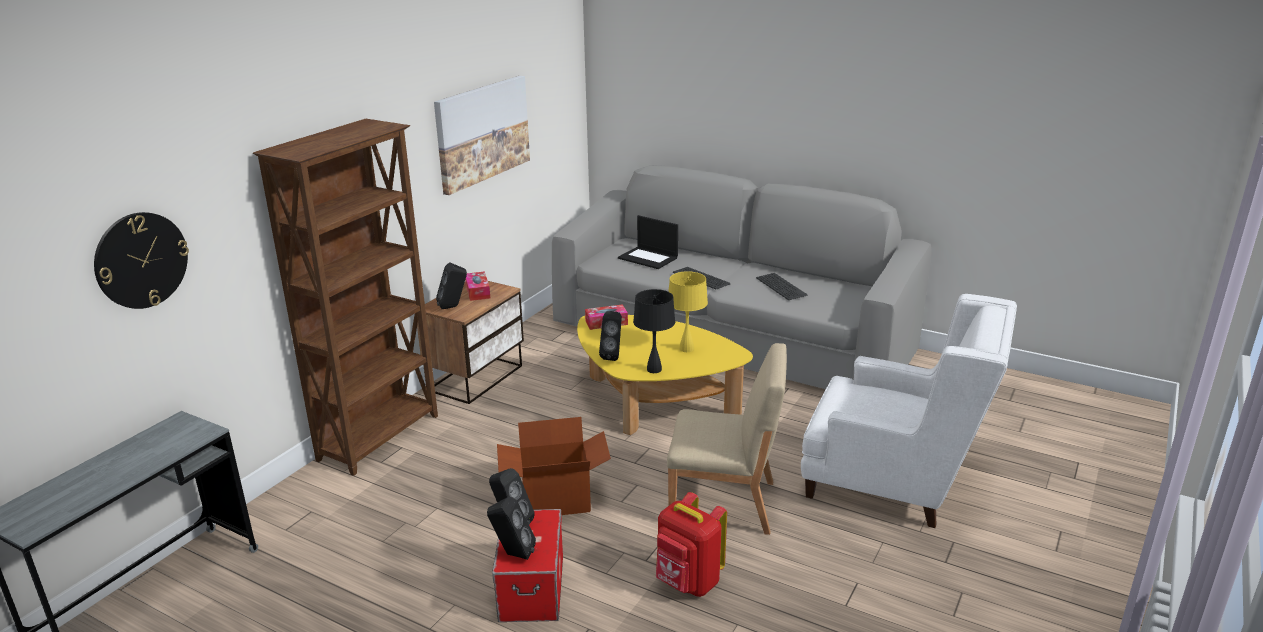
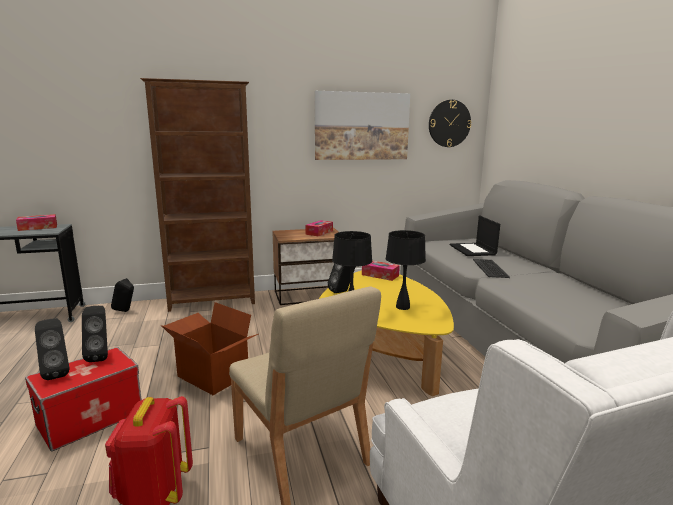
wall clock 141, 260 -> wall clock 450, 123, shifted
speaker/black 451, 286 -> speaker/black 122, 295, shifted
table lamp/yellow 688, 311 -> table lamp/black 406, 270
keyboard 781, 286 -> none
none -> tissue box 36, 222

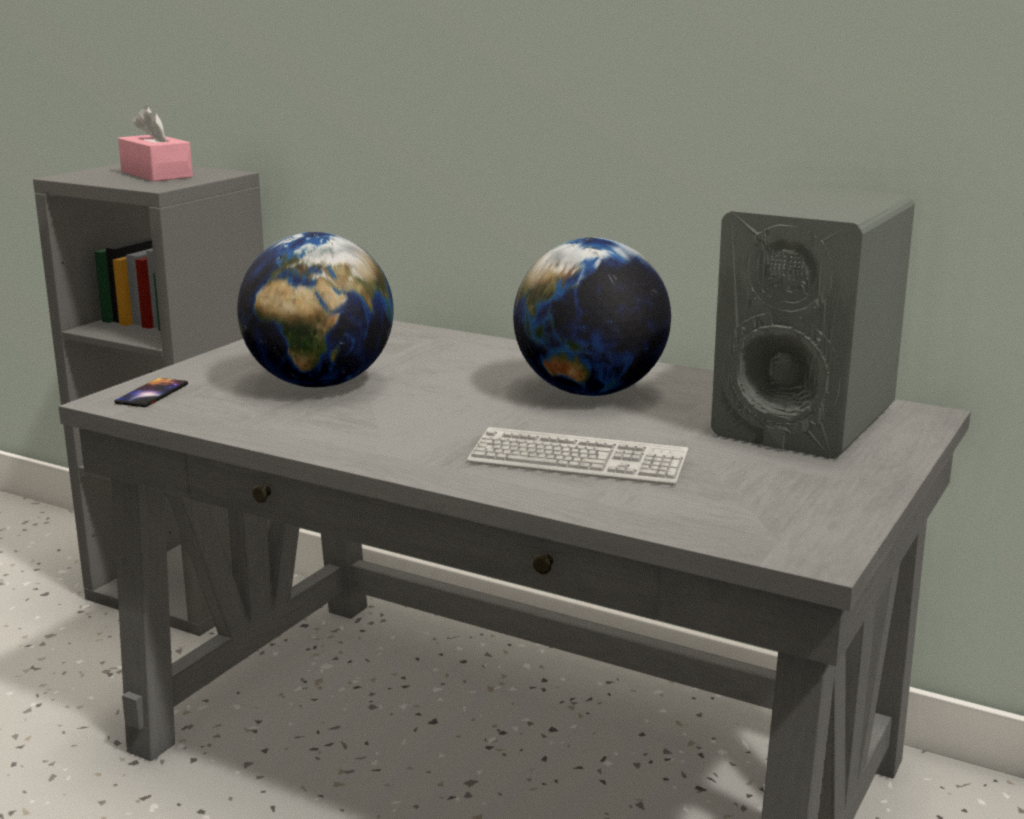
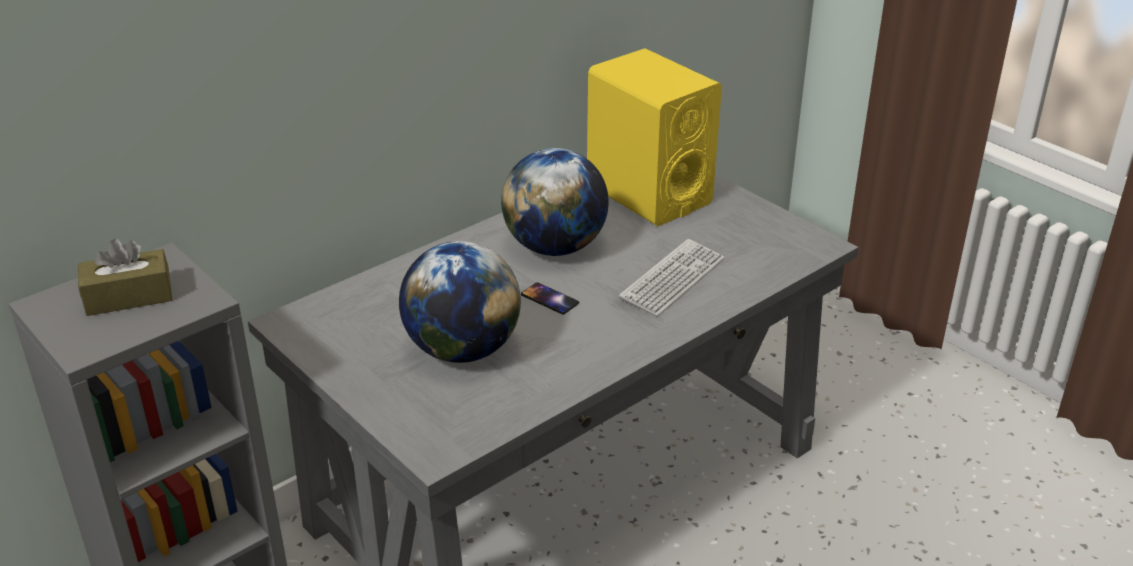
phone 151, 392 -> phone 550, 298, shifted
tissue box/pink 155, 143 -> tissue box/brown 125, 277
speaker/grey 813, 321 -> speaker/yellow 654, 137

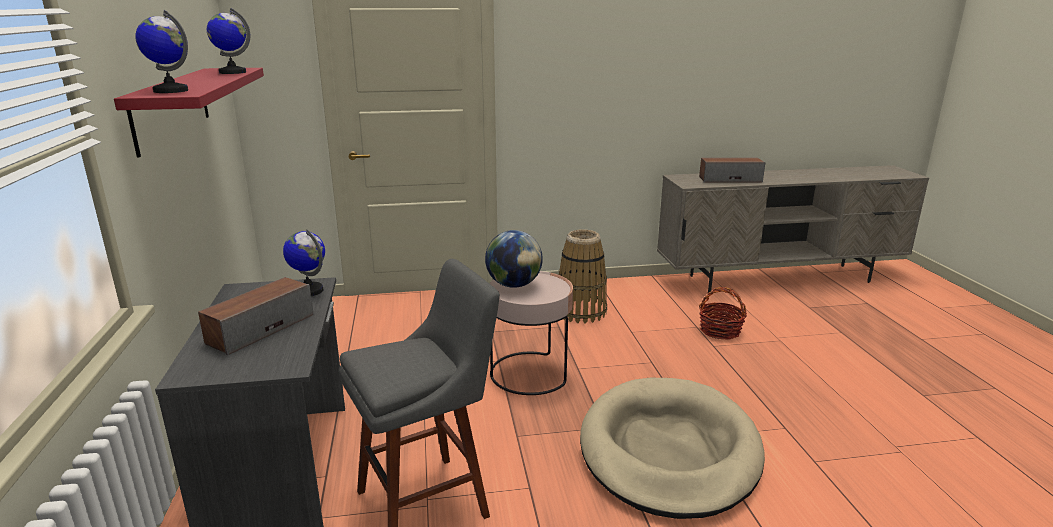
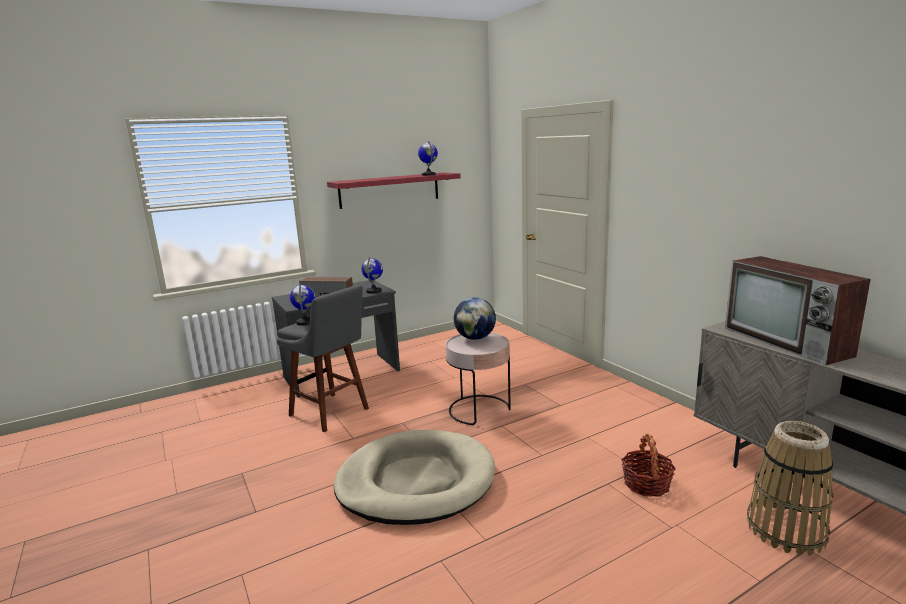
globe 162, 51 -> globe 302, 305, shifted
basket 582, 276 -> basket 790, 488, shifted
speaker 732, 170 -> television 798, 310

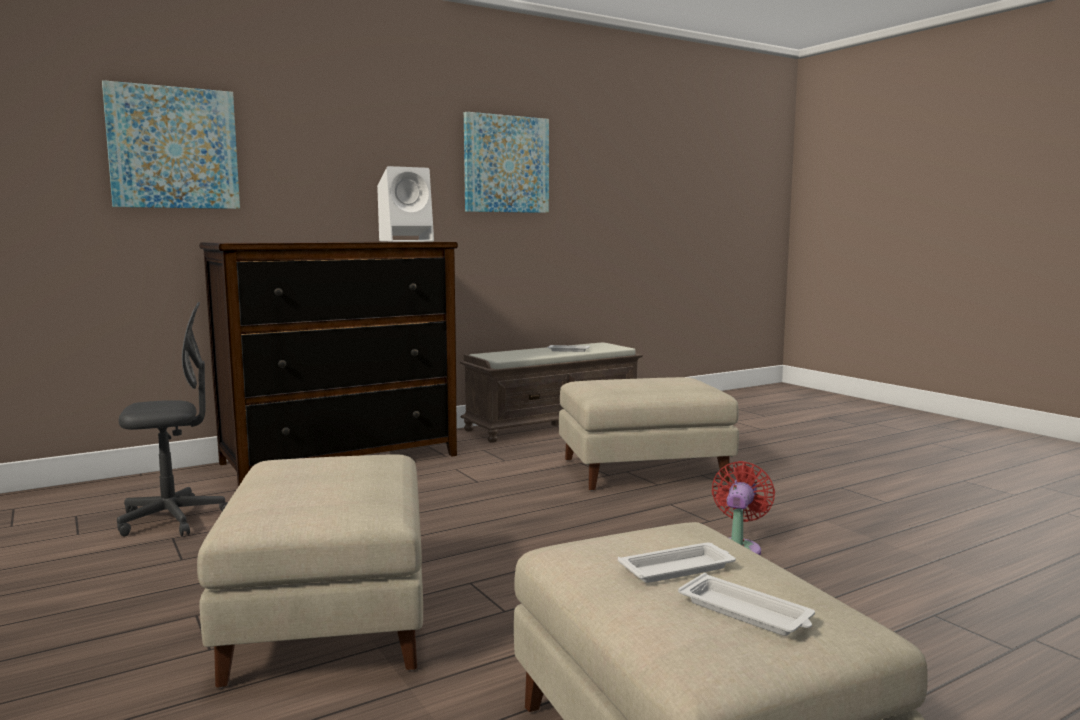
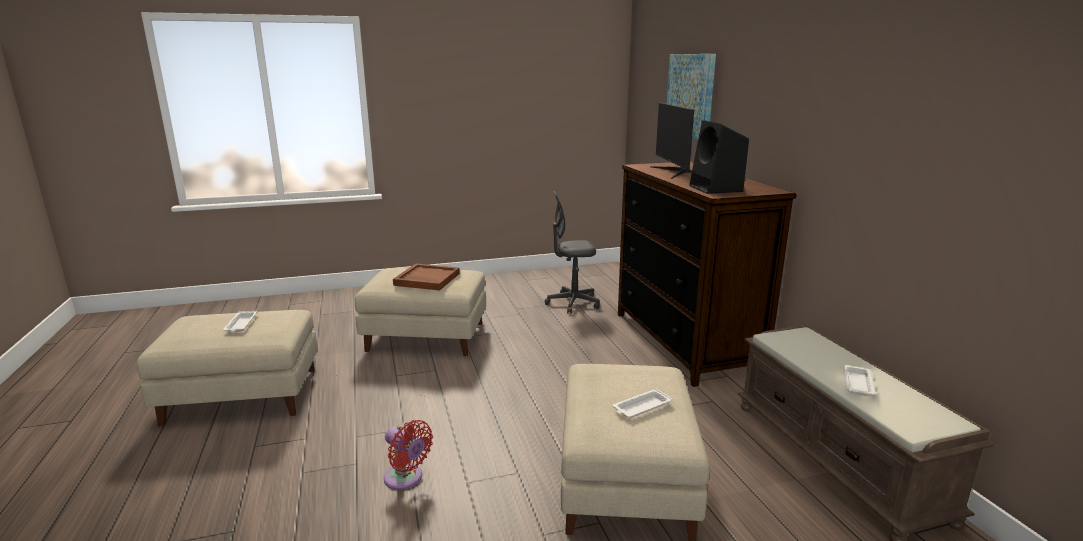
office chair/grey 172, 419 -> office chair/grey 572, 252, 90 degrees clockwise
speaker/white 405, 204 -> speaker/black 719, 157
picture 506, 162 -> none
tray/white 746, 604 -> tray/white 642, 403, shifted
none -> tray/brown 426, 277
none -> monitor 672, 141

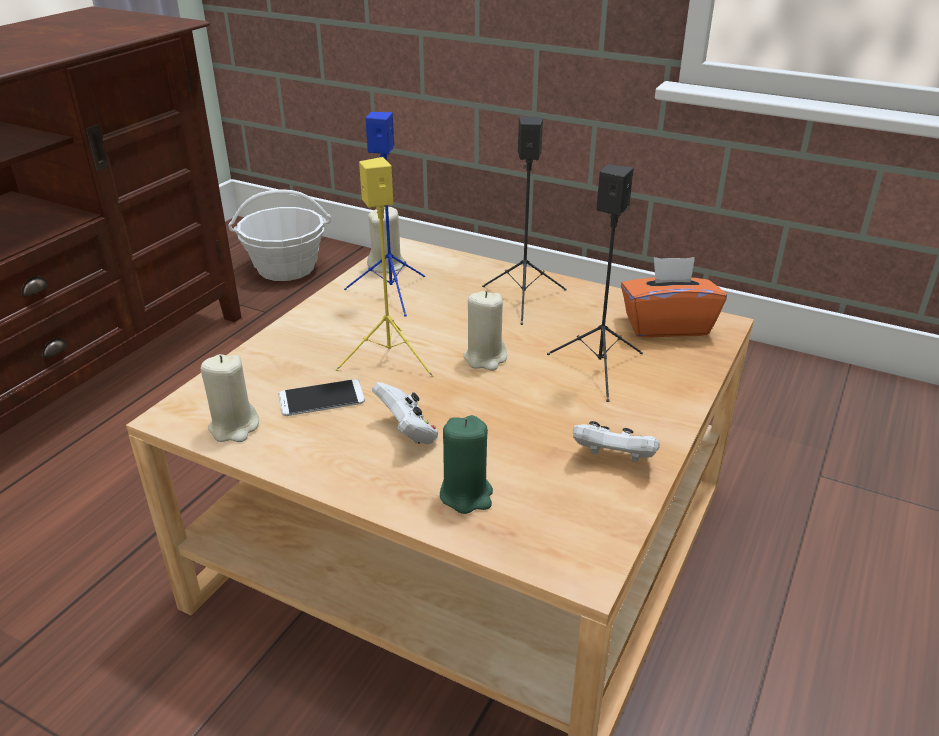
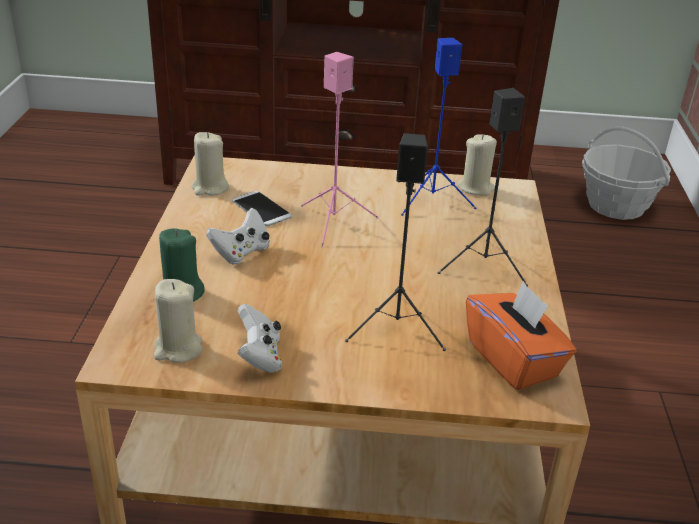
speaker/yellow 384, 267 -> speaker/pink 340, 149
candle/beige 485, 331 -> candle/beige 178, 321, shifted

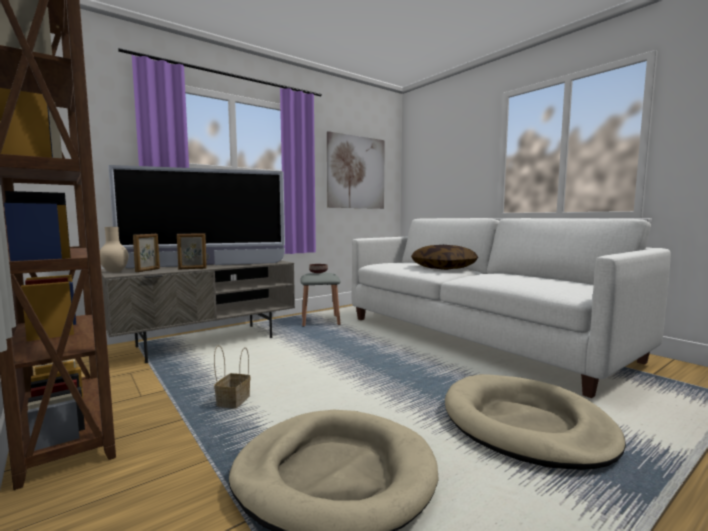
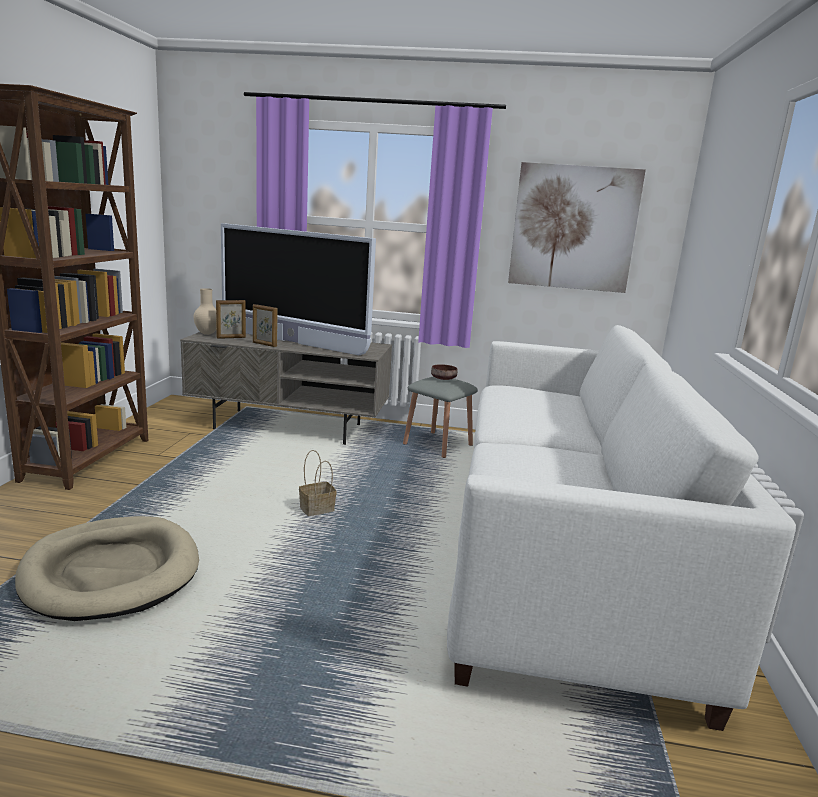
basket 232, 376 -> basket 318, 483, shifted
pillow 444, 257 -> none
dog bed/beige 535, 422 -> none

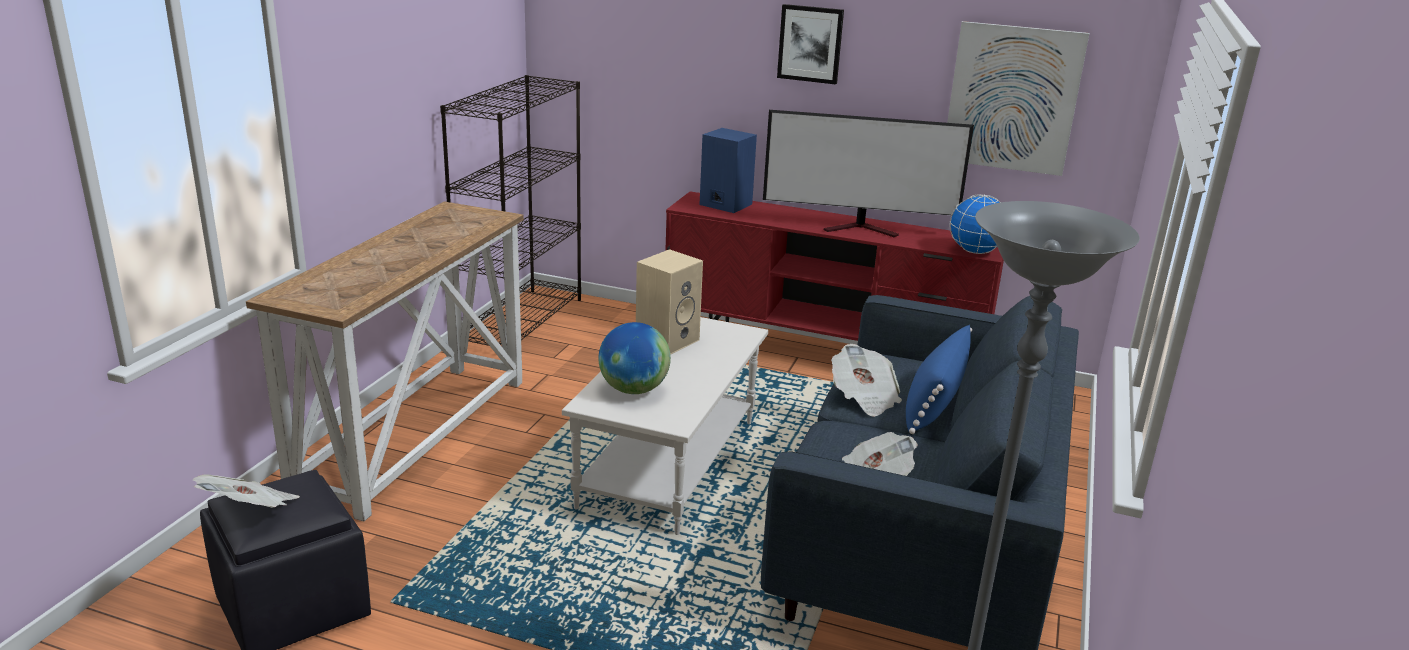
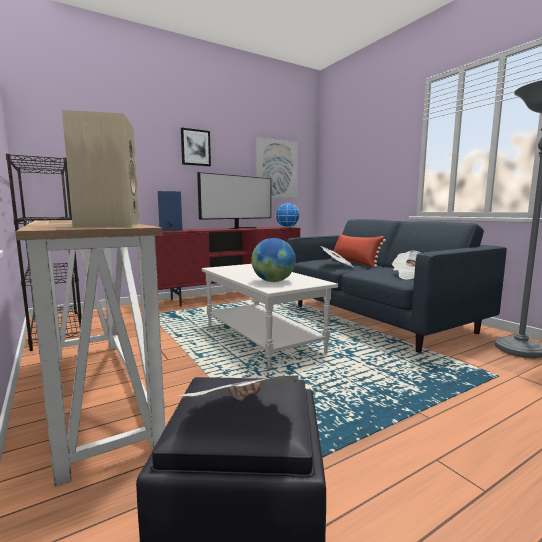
speaker/beige 669, 302 -> speaker/beige 101, 168, shifted
pillow/blue 939, 379 -> pillow/red 359, 250

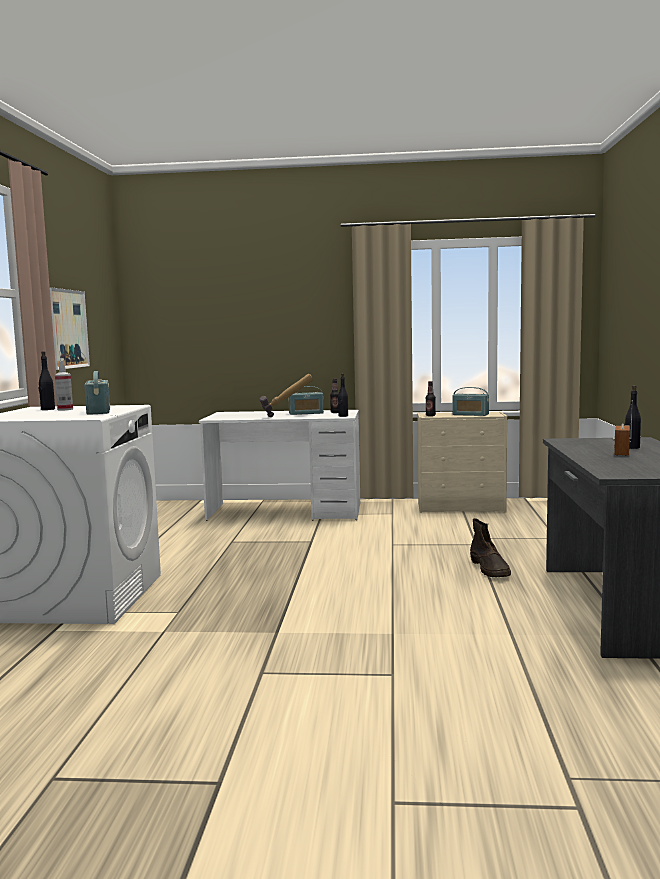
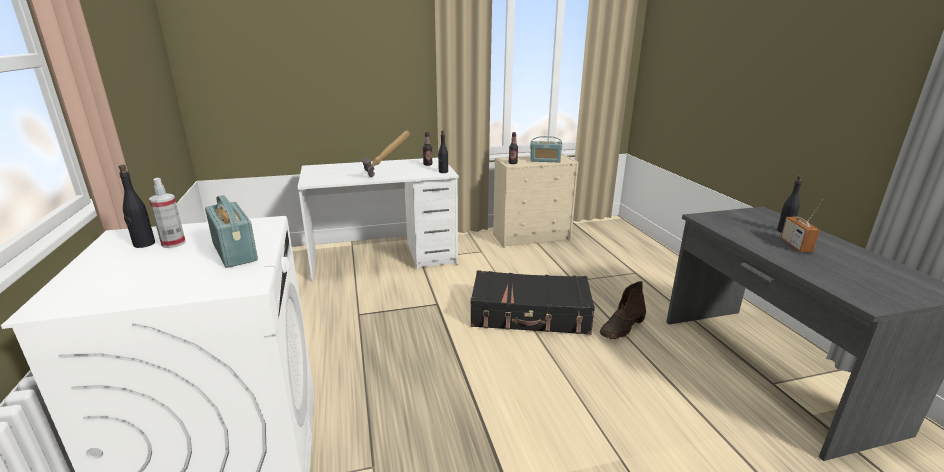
picture 70, 328 -> none
radio 306, 400 -> none
boot/brown 490, 547 -> boot/brown 623, 310, 75 degrees clockwise
none -> suitcase/black 532, 302

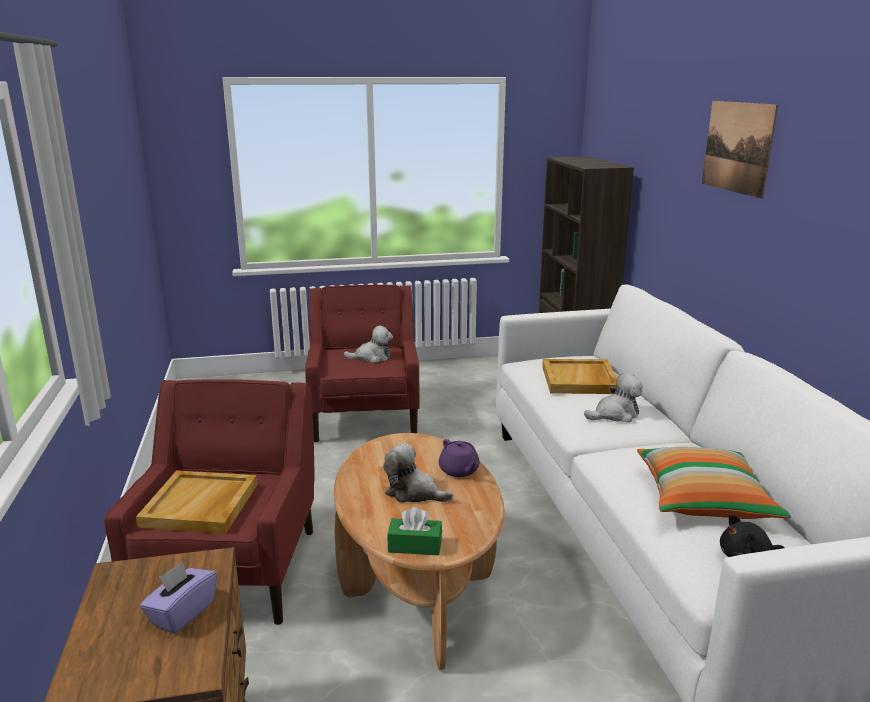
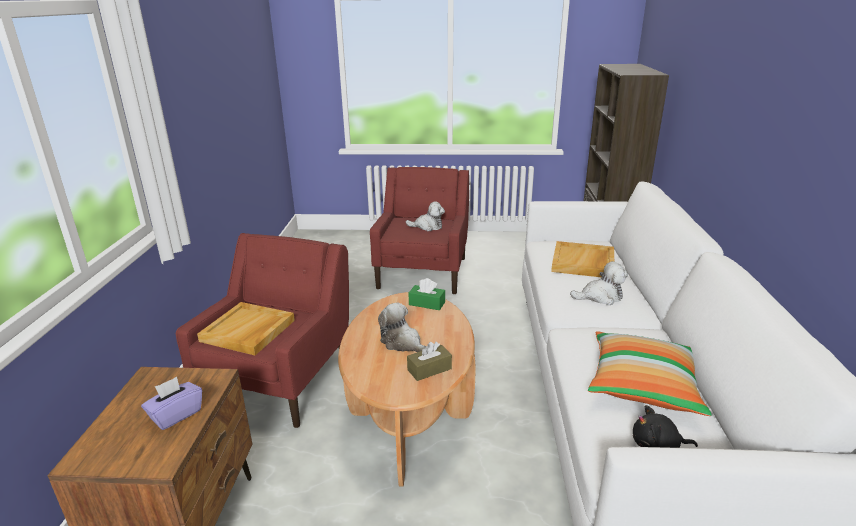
tissue box/green 414, 531 -> tissue box/green 427, 294, shifted
teapot/purple 459, 458 -> none
picture 740, 150 -> none
none -> tissue box/brown 429, 361

